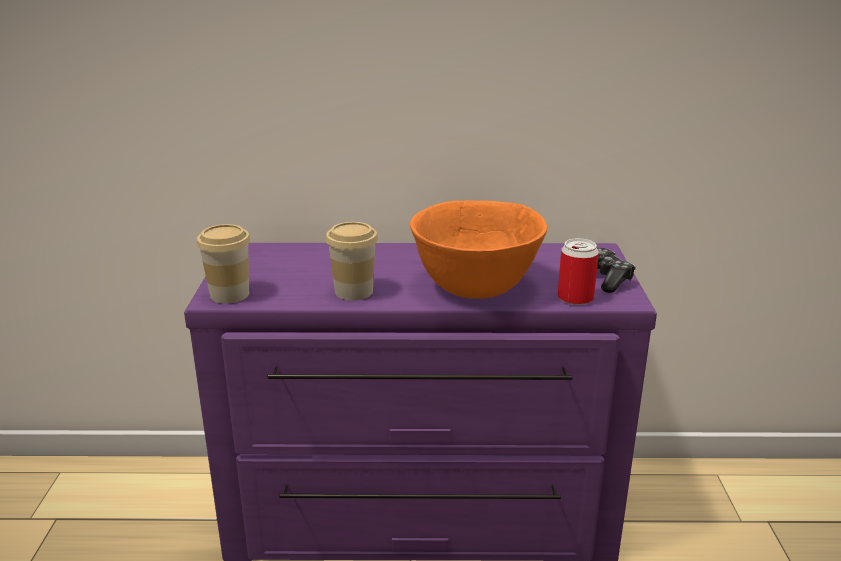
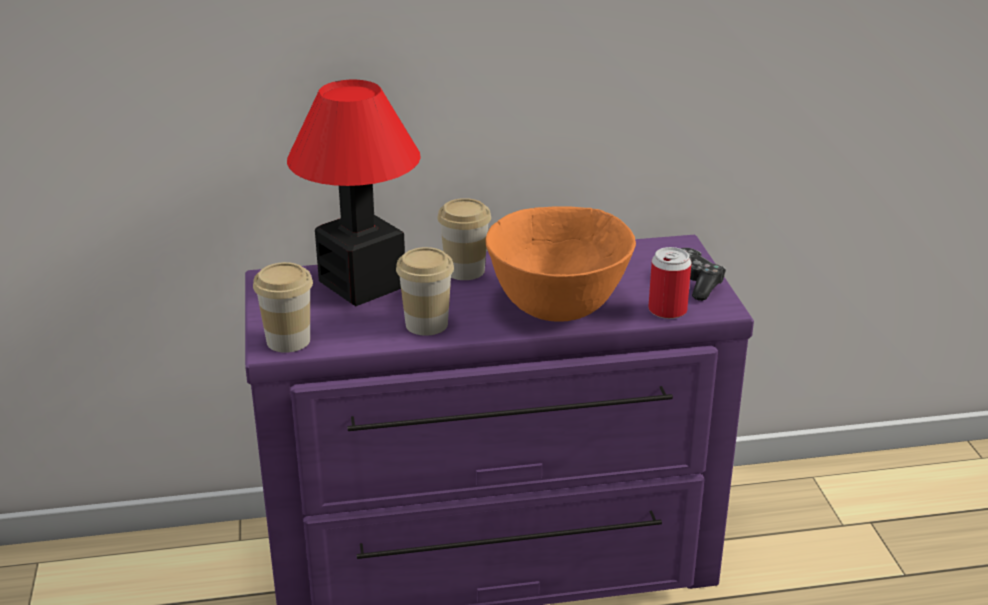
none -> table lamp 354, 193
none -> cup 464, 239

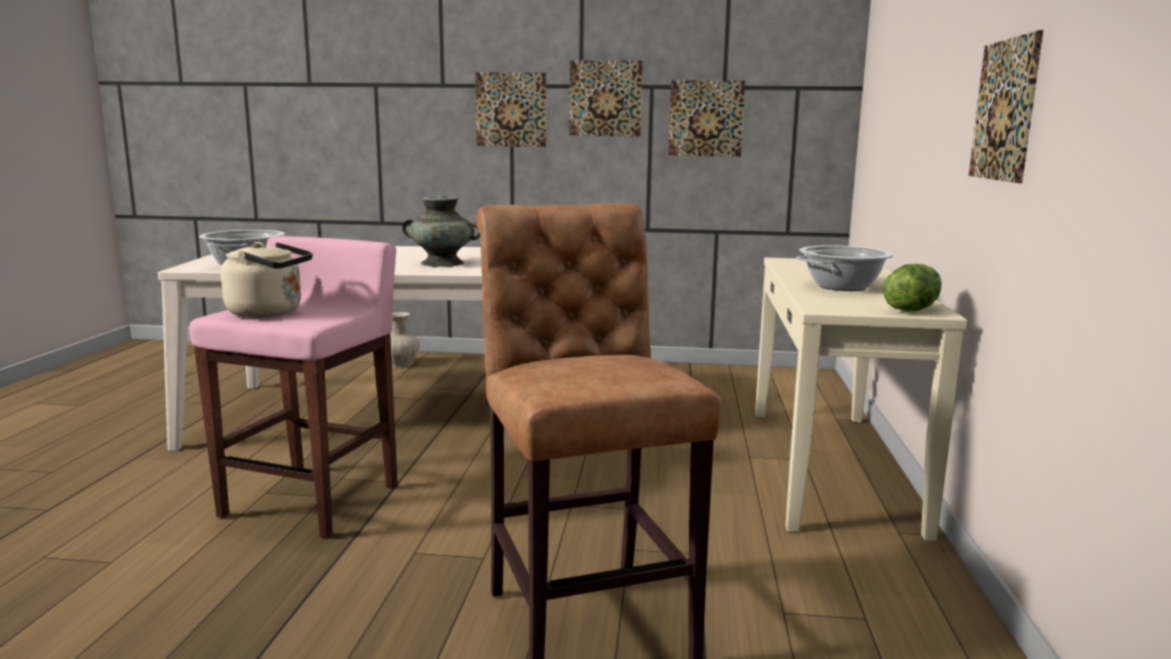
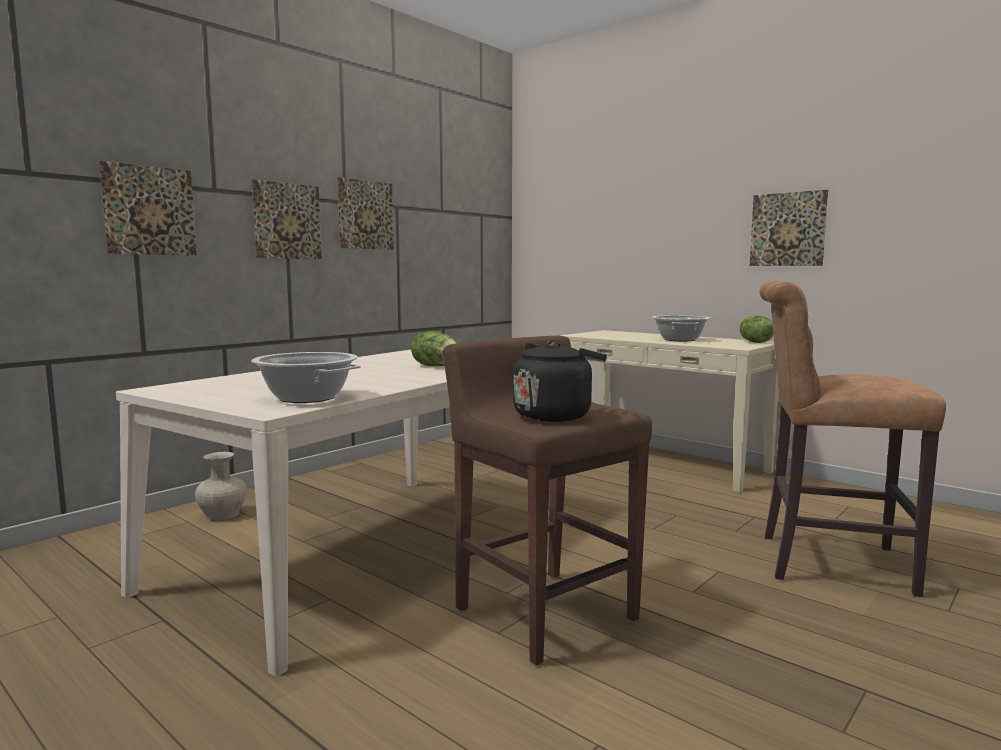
stool/pink 293, 387 -> stool/brown 547, 501
kettle/beige 267, 279 -> kettle/black 558, 381
vase/turquoise 441, 231 -> lettuce 433, 348
picture 706, 118 -> picture 148, 208, shifted

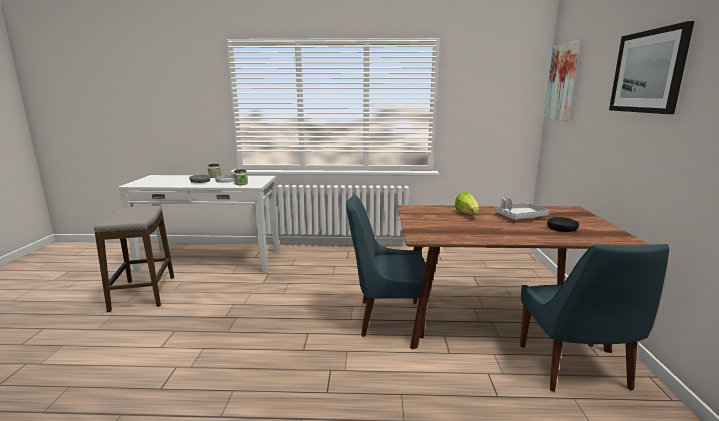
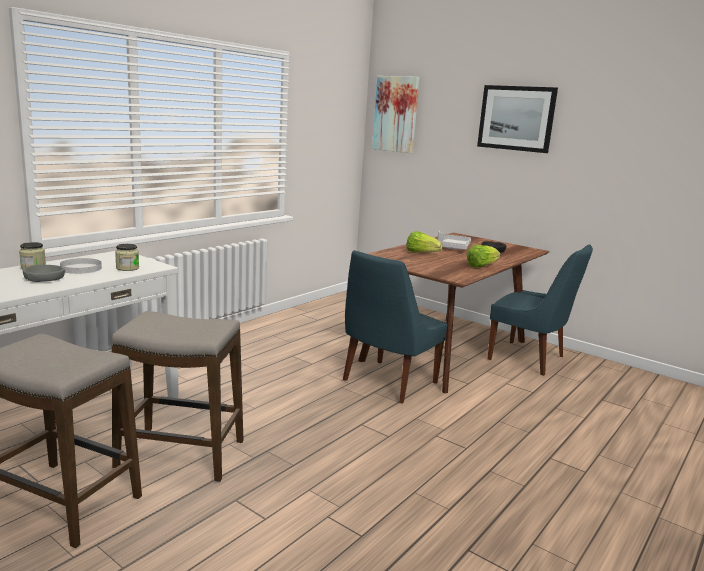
none -> stool 177, 396
none -> lettuce 483, 256

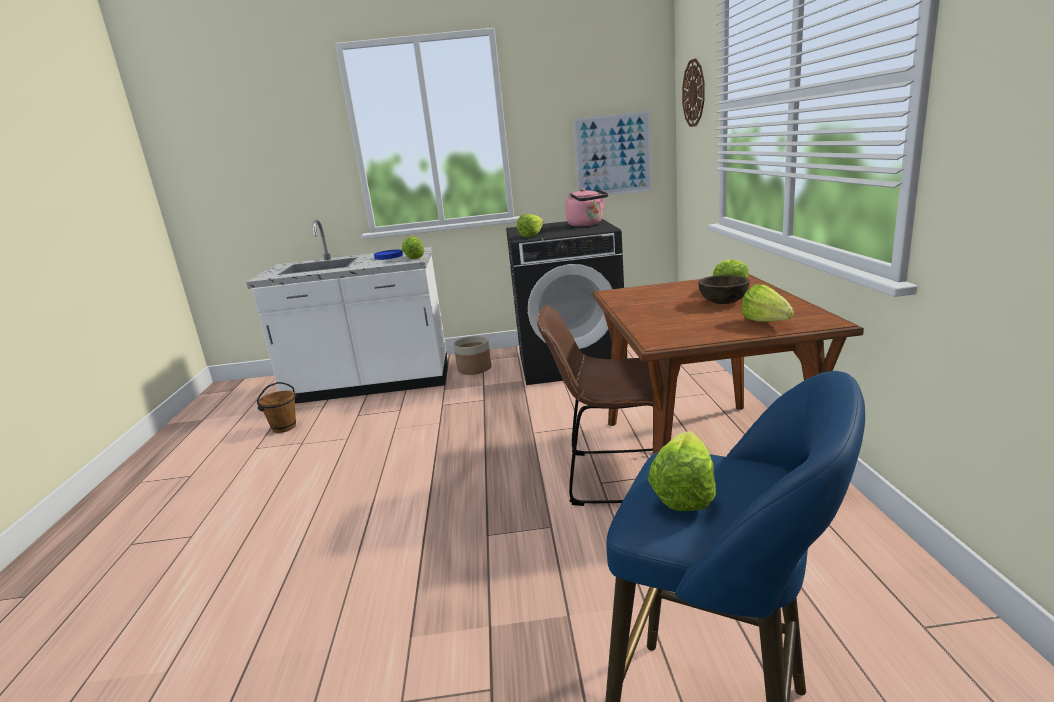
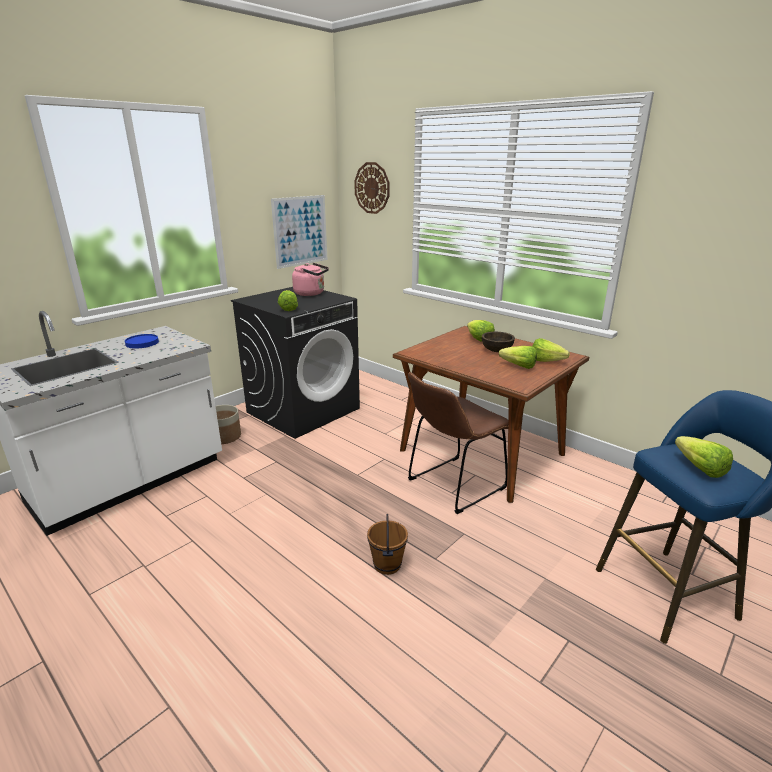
bucket/brown 277, 407 -> bucket/brown 387, 544, shifted
lettuce 413, 247 -> lettuce 518, 357, shifted

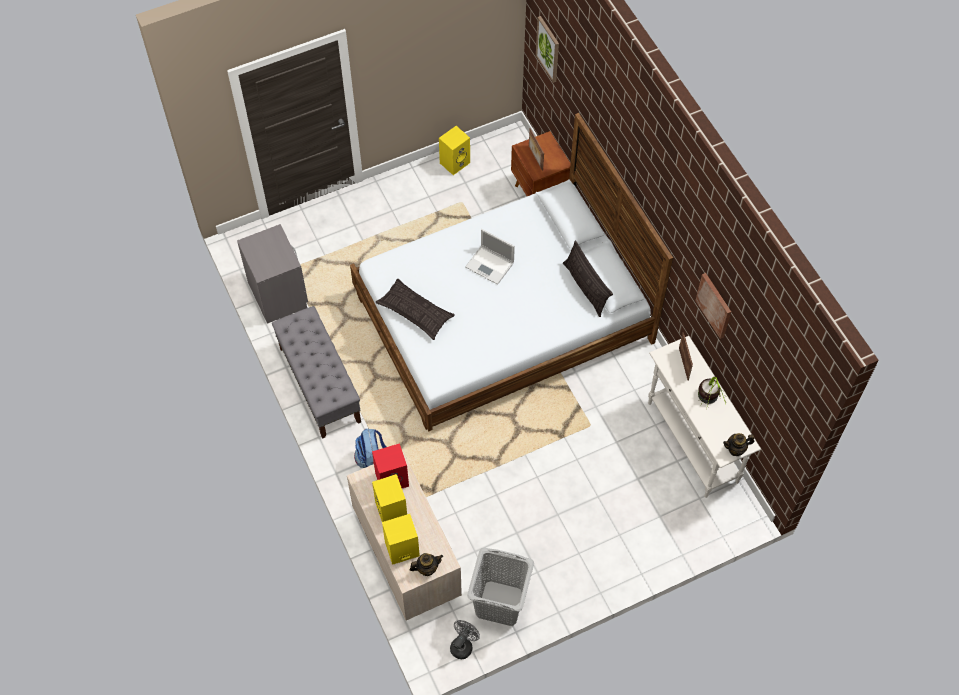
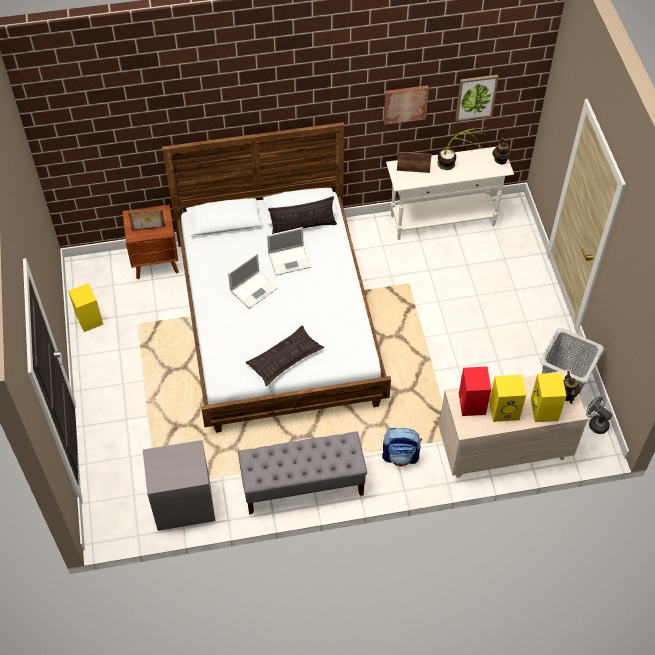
picture 547, 49 -> picture 476, 98, shifted
none -> laptop 289, 251

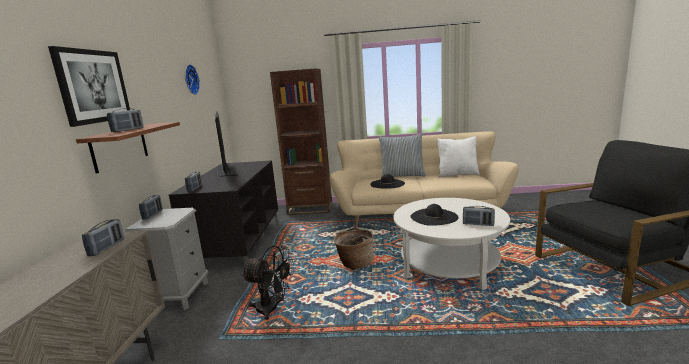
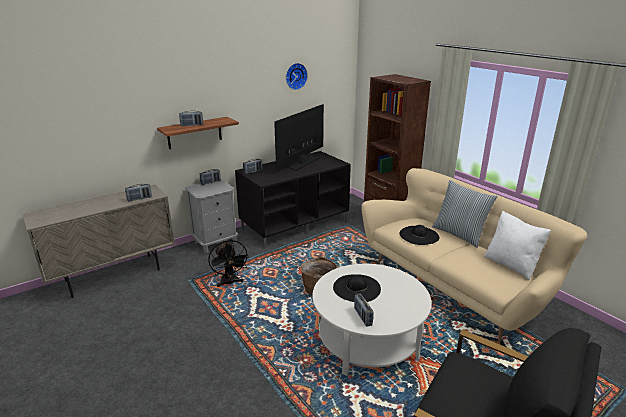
picture 89, 86 -> none

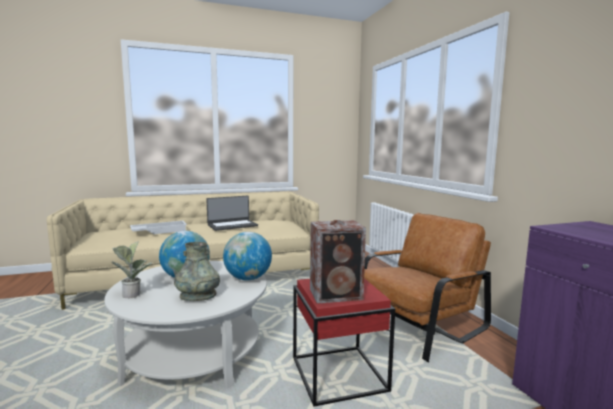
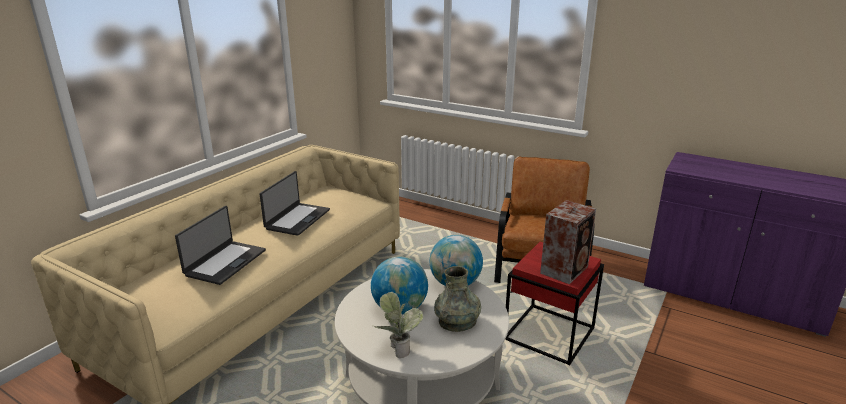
tray/white 158, 227 -> laptop 220, 245

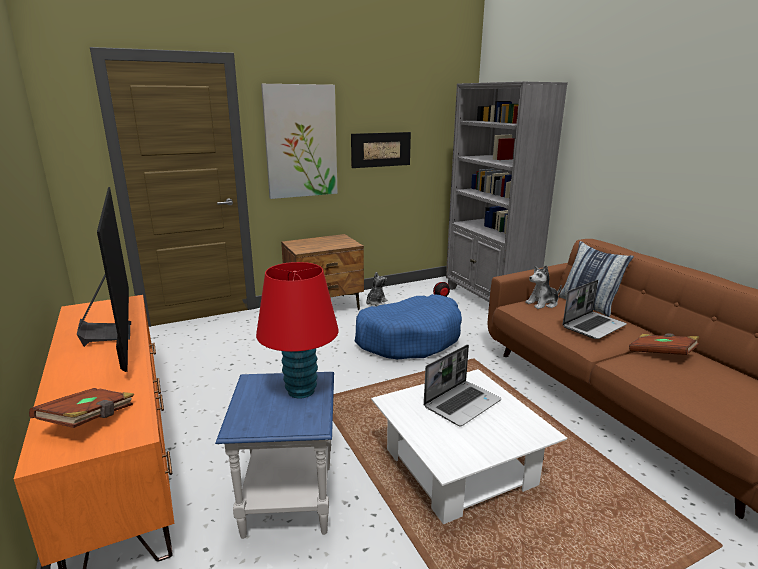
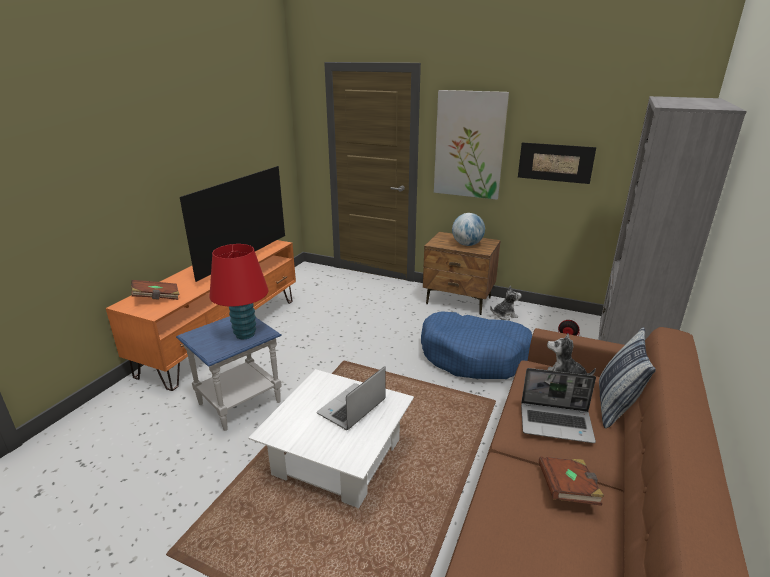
laptop 462, 385 -> laptop 351, 398, 120 degrees clockwise
none -> globe 468, 229

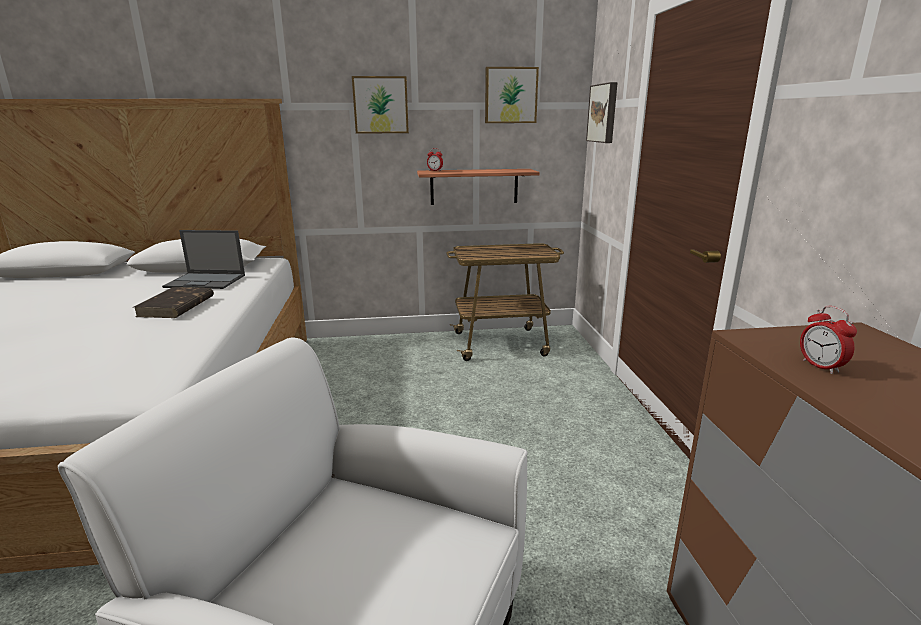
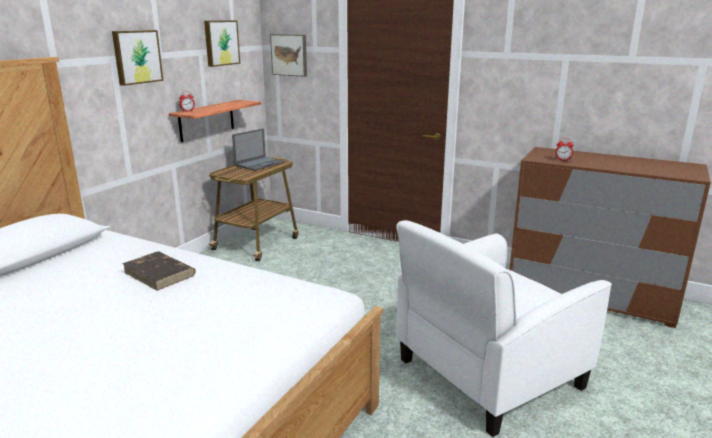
laptop 203, 259 -> laptop 258, 149, shifted

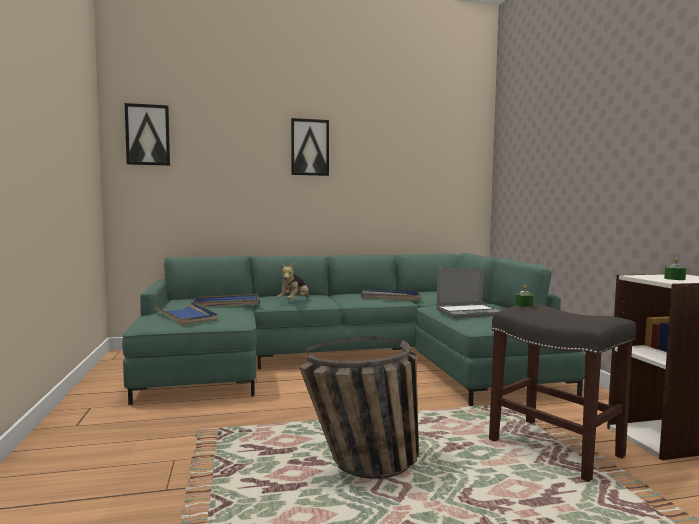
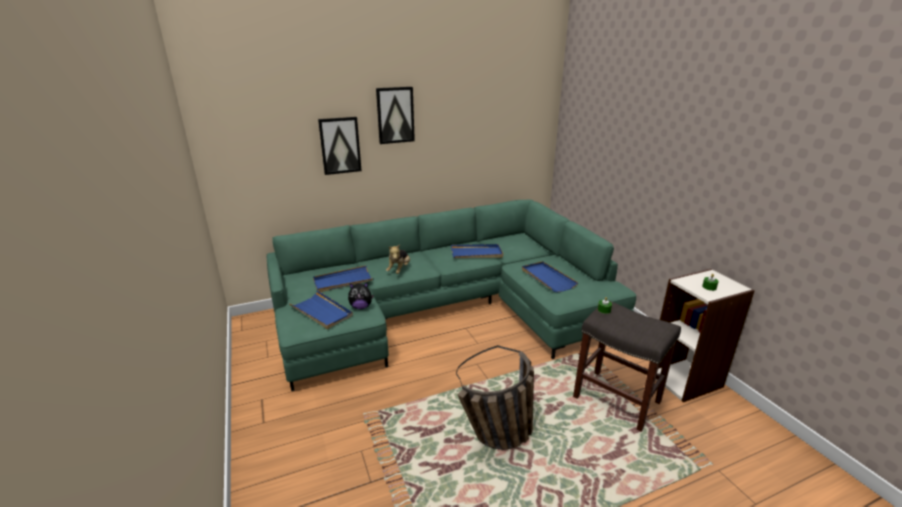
picture 147, 134 -> picture 340, 146, shifted
laptop 468, 293 -> tray/blue 550, 276
none -> plush toy 361, 296

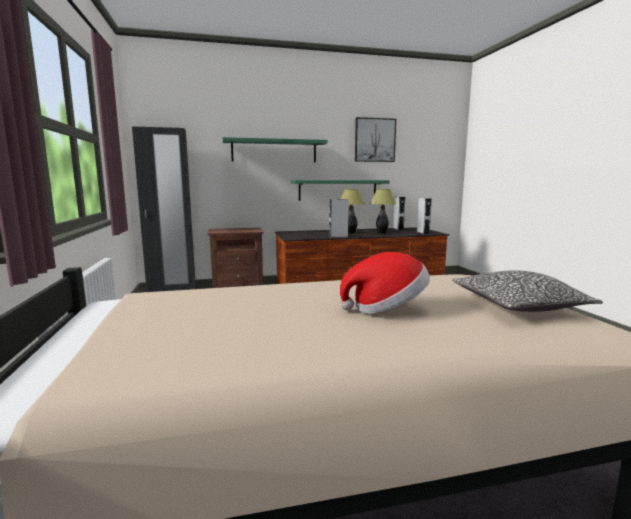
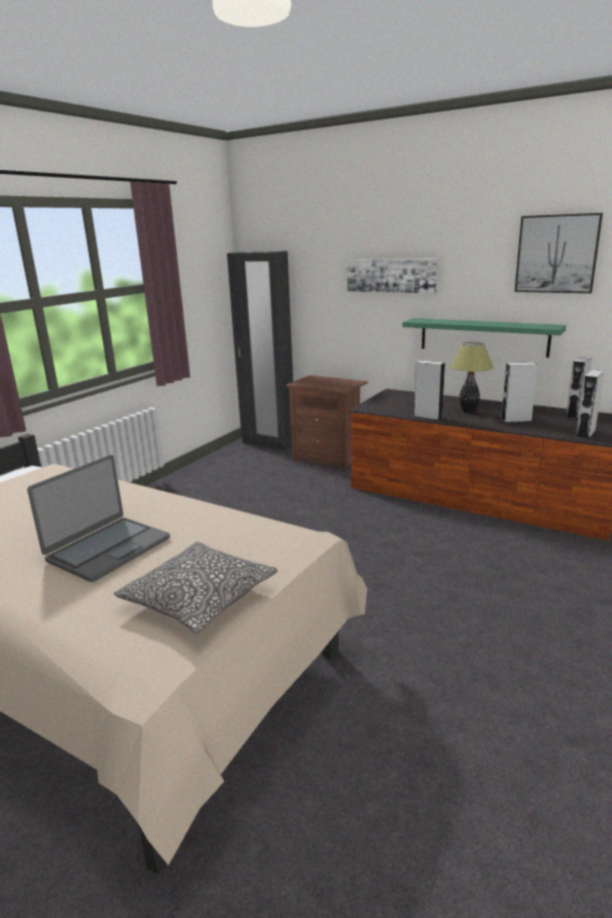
shelf/green 275, 149 -> picture 392, 276
hat 385, 283 -> laptop 98, 518
table lamp 383, 211 -> speaker/grey 519, 392

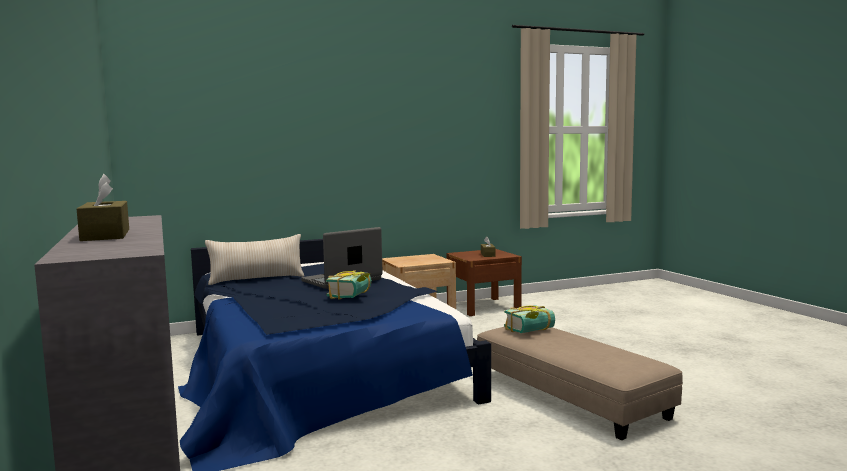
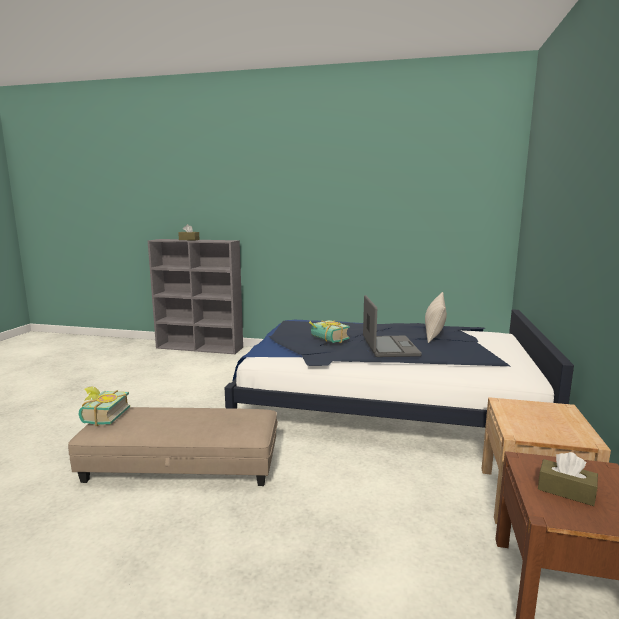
book 529, 319 -> book 104, 406, shifted

